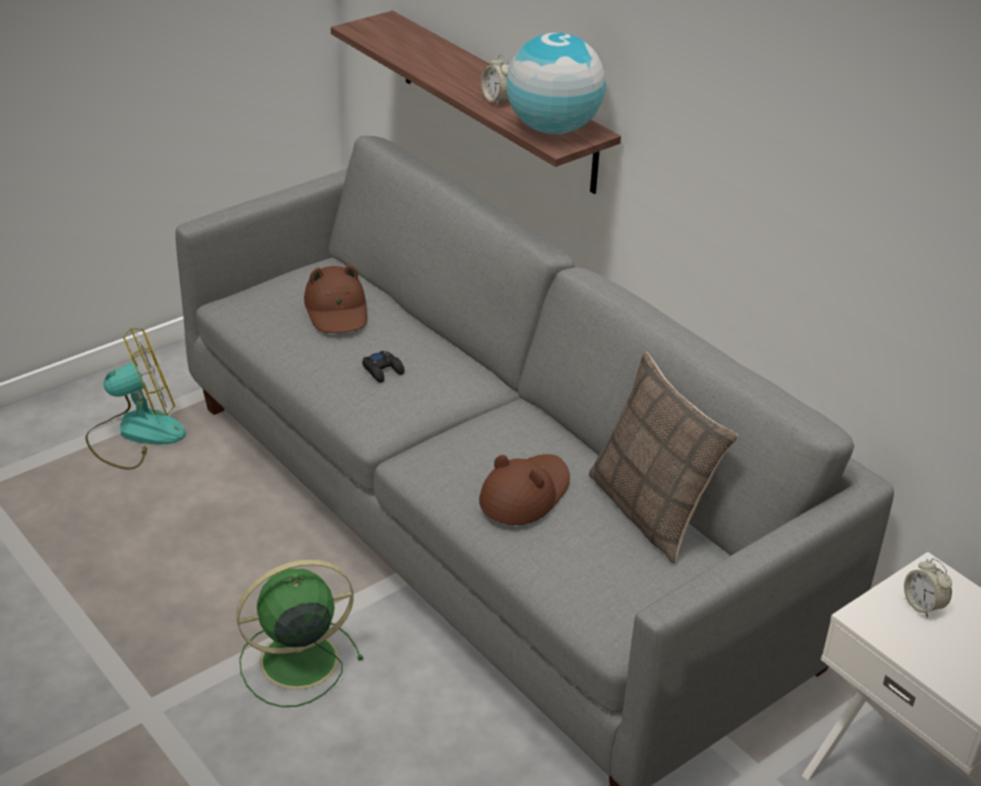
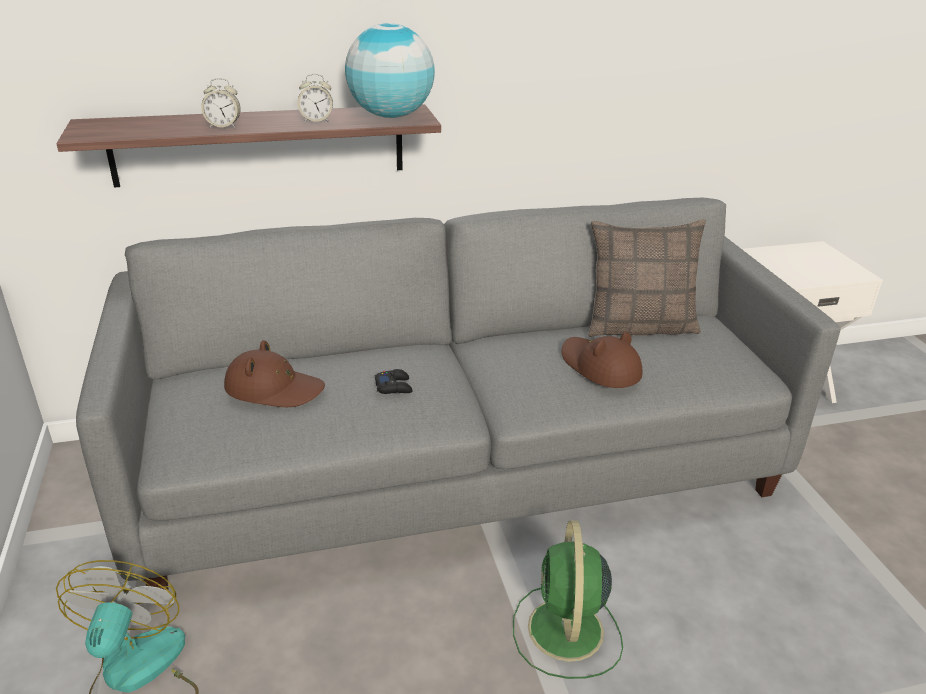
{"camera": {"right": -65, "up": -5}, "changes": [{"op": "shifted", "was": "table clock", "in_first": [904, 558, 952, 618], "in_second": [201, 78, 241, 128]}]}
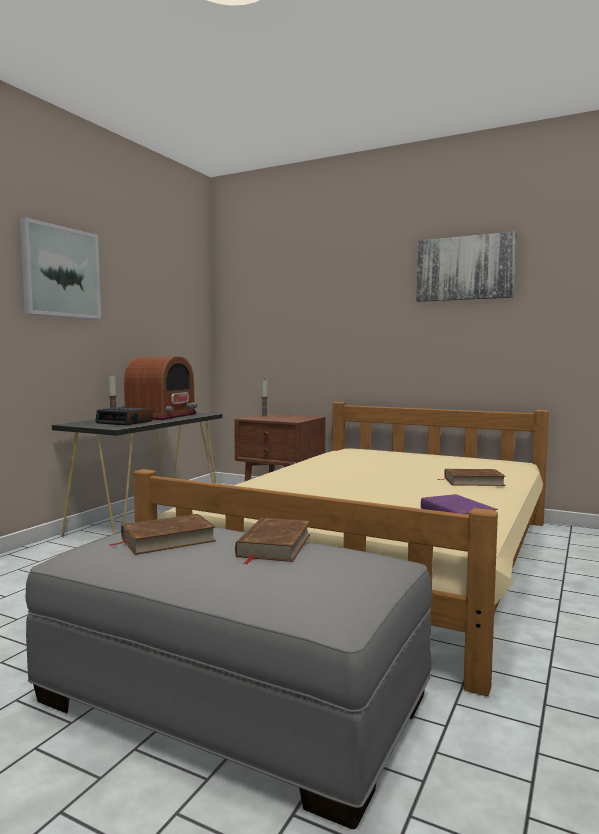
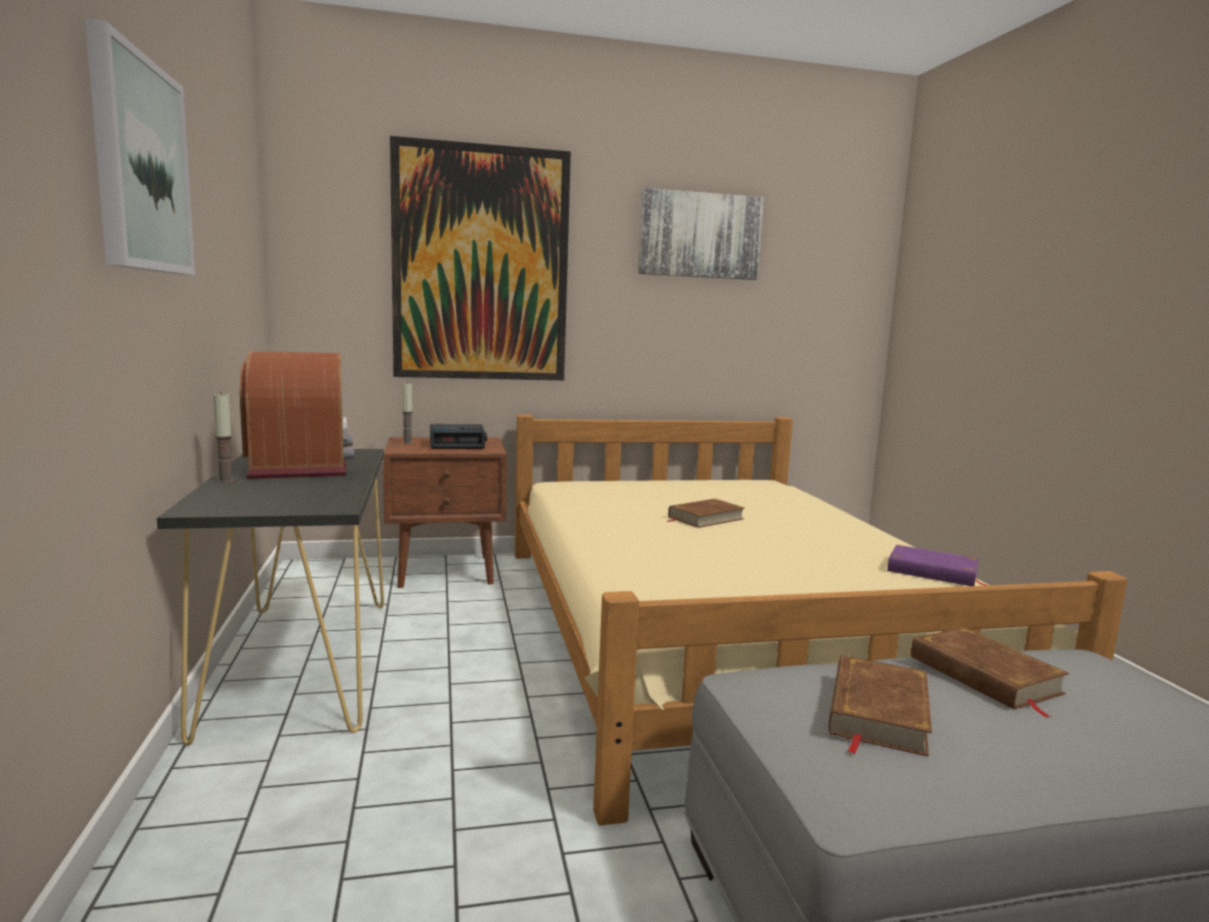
{"camera": {"right": -40, "up": 5}, "changes": [{"op": "new", "now": "wall picture", "in_second": [390, 136, 571, 380]}, {"op": "shifted", "was": "table clock", "in_first": [95, 407, 153, 425], "in_second": [430, 424, 487, 449]}, {"op": "shifted", "was": "bound book (brown)", "in_first": [437, 469, 506, 486], "in_second": [667, 499, 744, 528]}]}
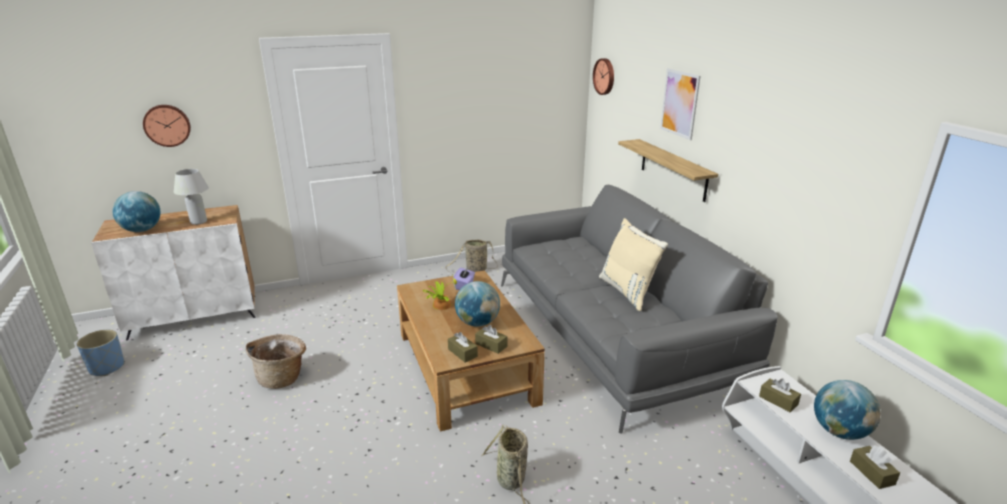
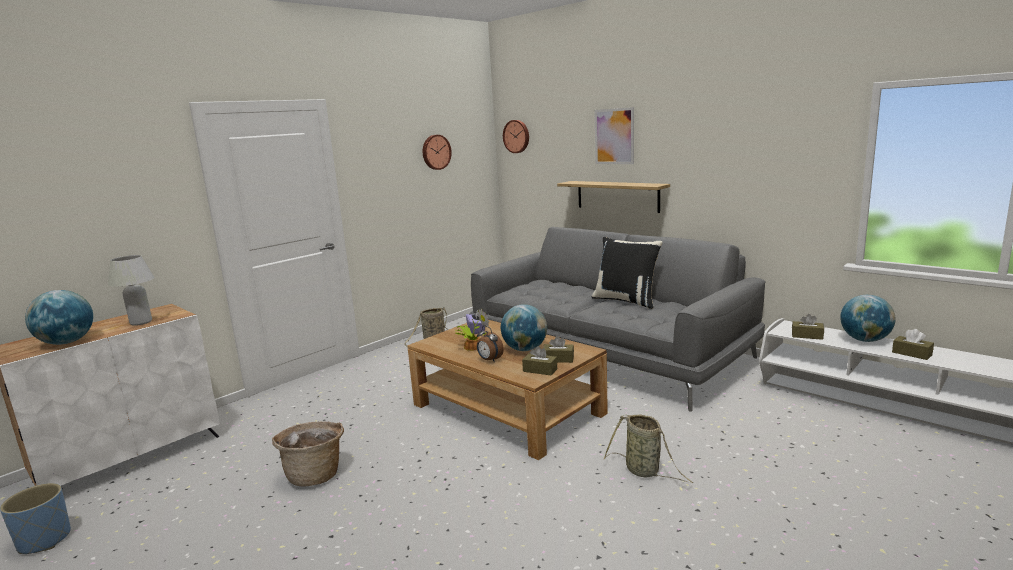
{"camera": {"right": -25, "up": -10}, "changes": [{"op": "shifted", "was": "clock on the wall", "in_first": [143, 105, 191, 147], "in_second": [423, 135, 452, 170]}, {"op": "new", "now": "table clock", "in_second": [477, 325, 504, 362]}, {"op": "repainted", "was": "throw pillow (beige-coloured)", "now": "throw pillow (black)", "in_first": [599, 218, 668, 311], "in_second": [591, 237, 663, 309]}]}
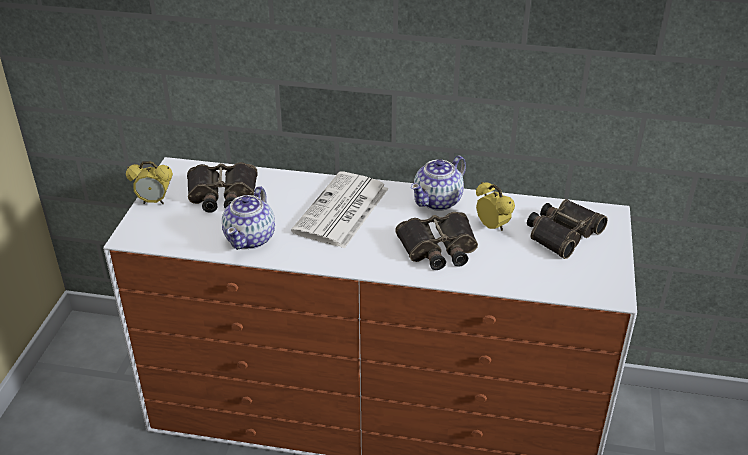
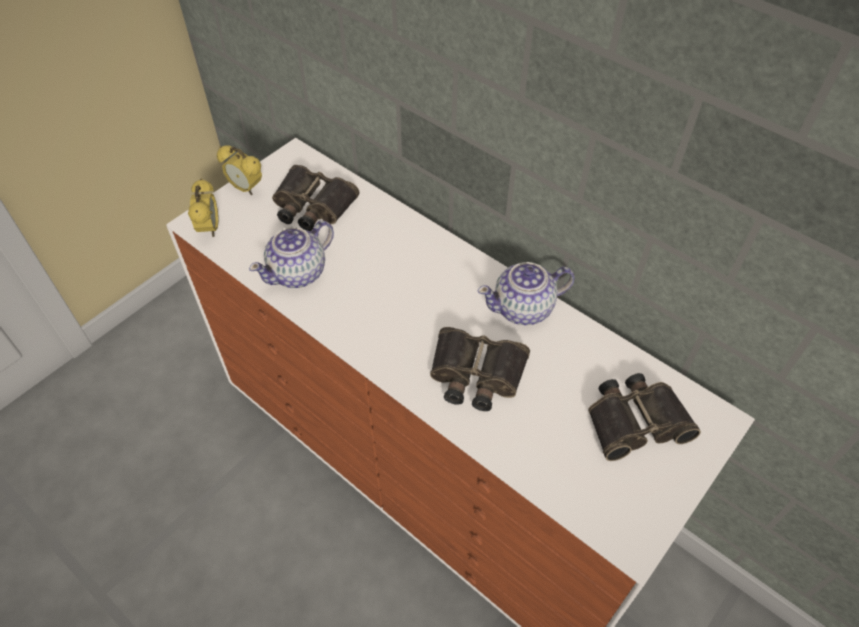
{"camera": {"right": 30, "up": 15}, "changes": [{"op": "shifted", "was": "table clock", "in_first": [476, 182, 515, 231], "in_second": [188, 179, 218, 237]}, {"op": "gone", "was": "daily paper", "in_first": [291, 171, 389, 249]}]}
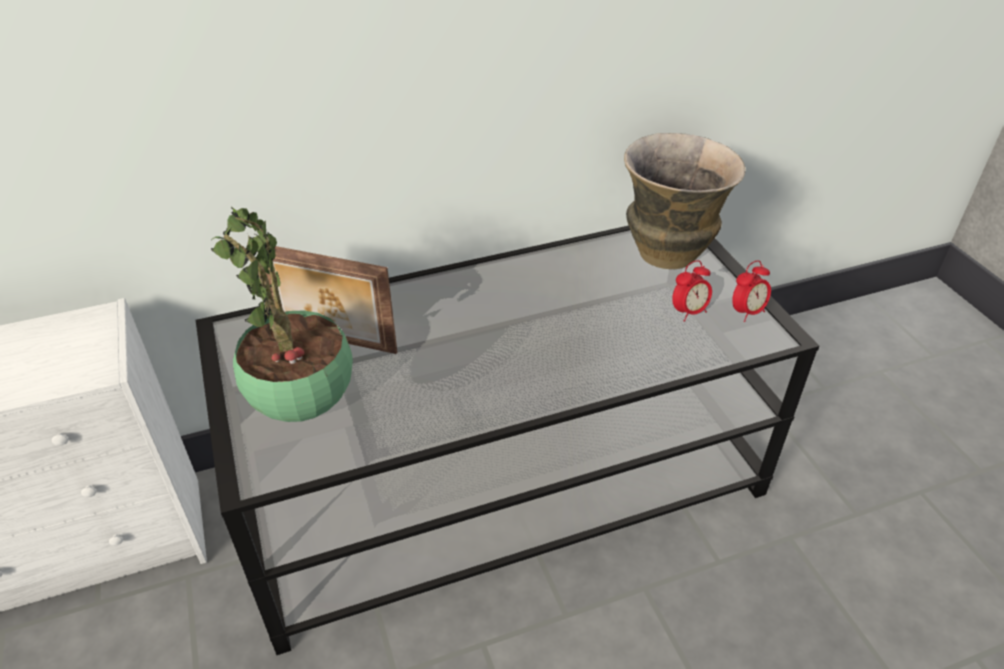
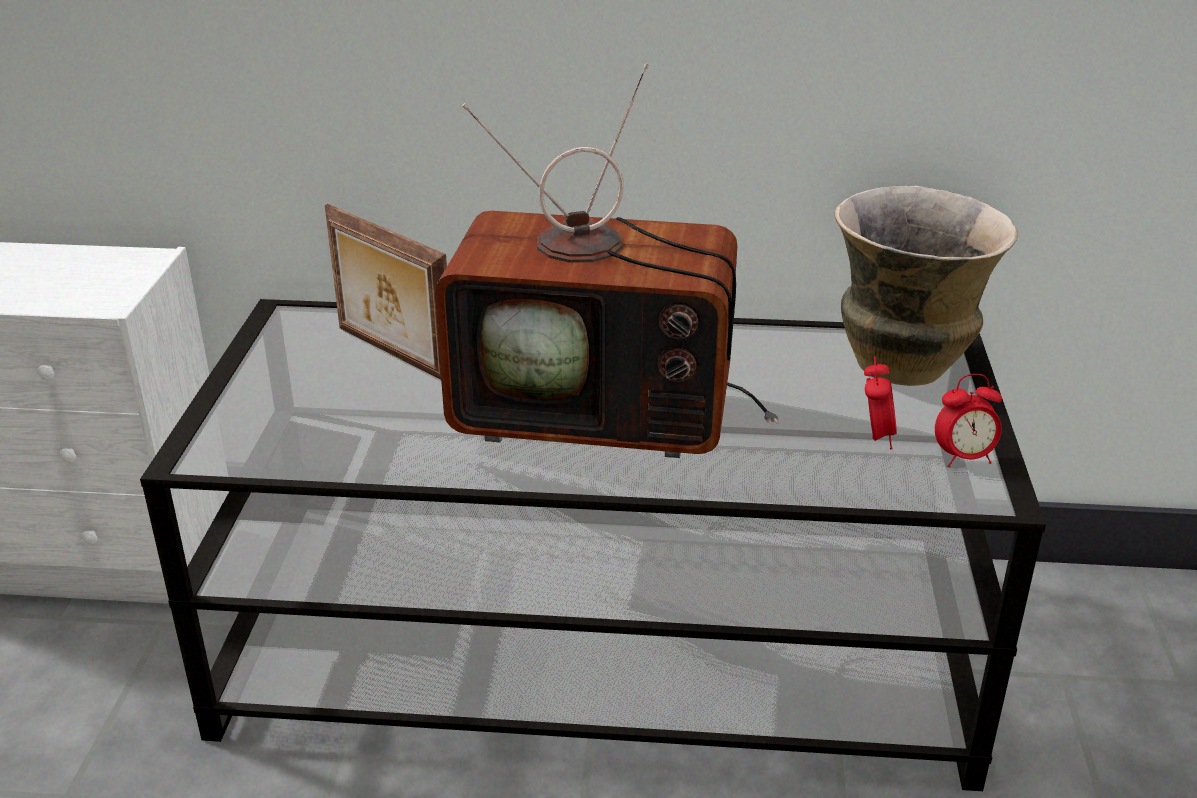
{"camera": {"right": 25, "up": -10}, "changes": [{"op": "new", "now": "television", "in_second": [435, 63, 779, 458]}, {"op": "rotated", "was": "table clock", "in_first": [672, 260, 712, 322], "in_second": [864, 356, 897, 449], "clockwise": -75}, {"op": "gone", "was": "plant in a pot", "in_first": [211, 207, 353, 422]}]}
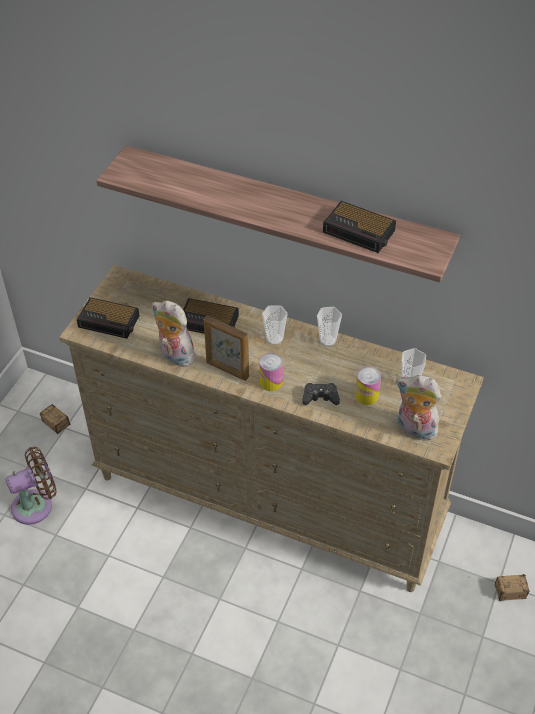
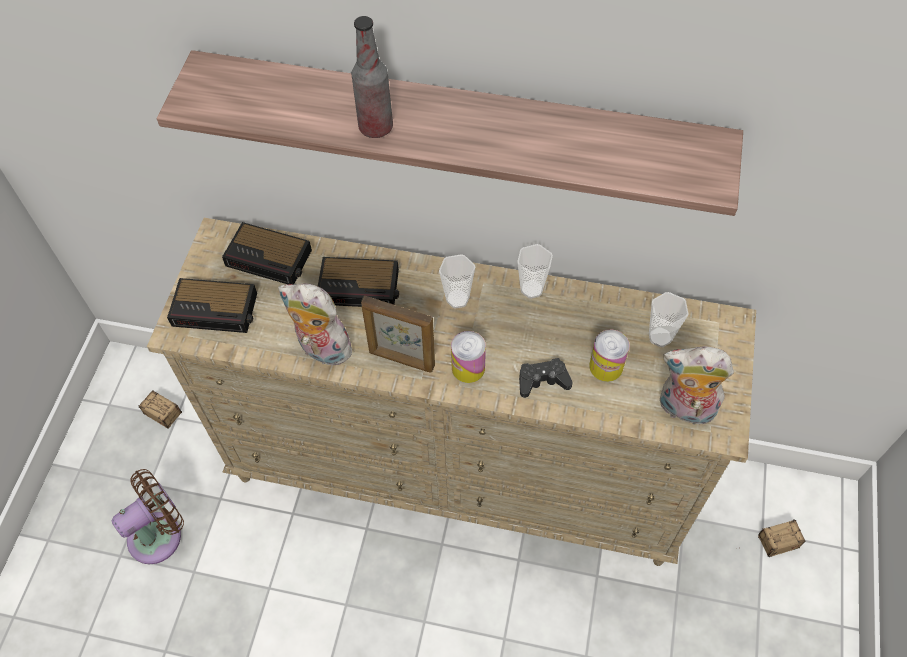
{"camera": {"right": -10, "up": 10}, "changes": [{"op": "shifted", "was": "table clock", "in_first": [323, 201, 396, 253], "in_second": [222, 222, 312, 284]}, {"op": "new", "now": "bottle", "in_second": [351, 16, 393, 138]}]}
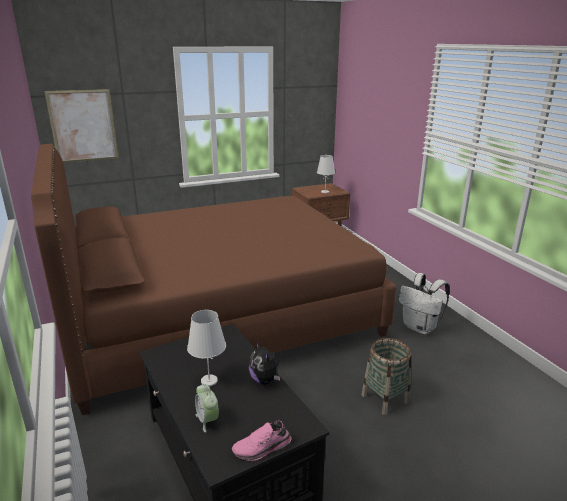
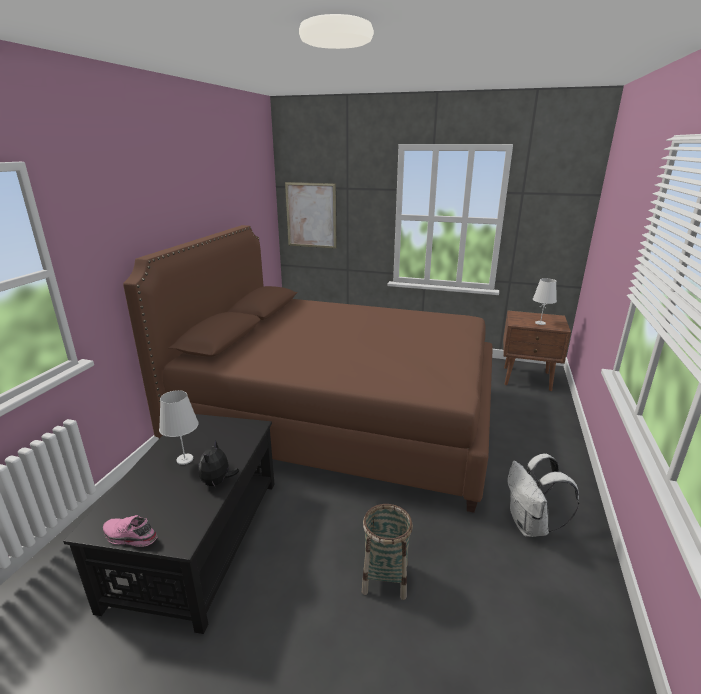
{"camera": {"right": 40, "up": 0}, "changes": [{"op": "gone", "was": "table clock", "in_first": [195, 384, 219, 433]}]}
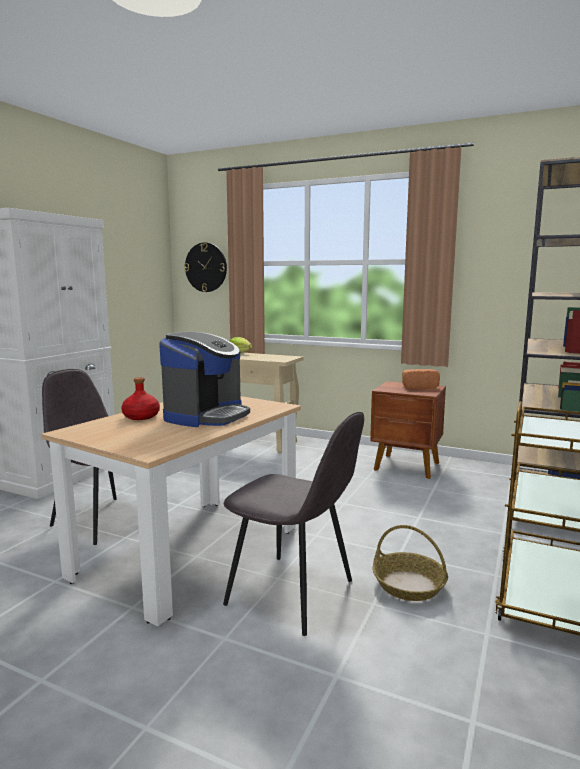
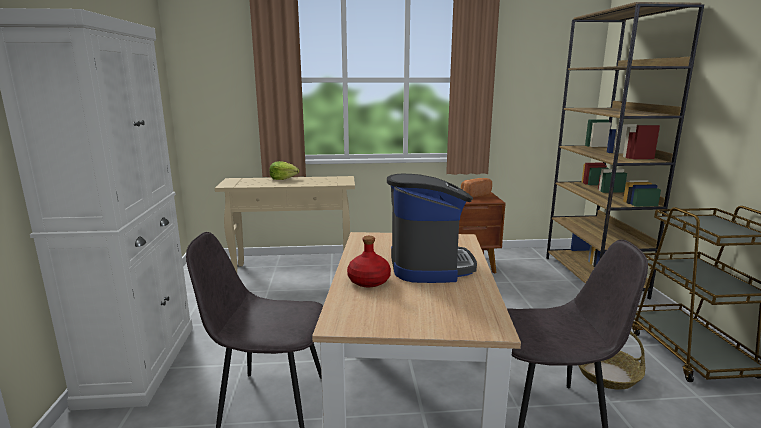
{"camera": {"right": -30, "up": 5}, "changes": [{"op": "gone", "was": "clock on the wall", "in_first": [184, 242, 227, 292]}]}
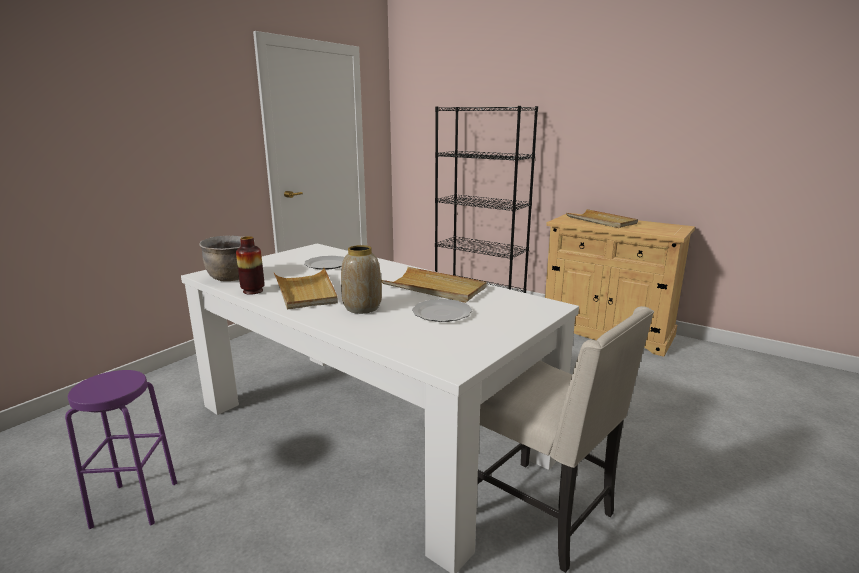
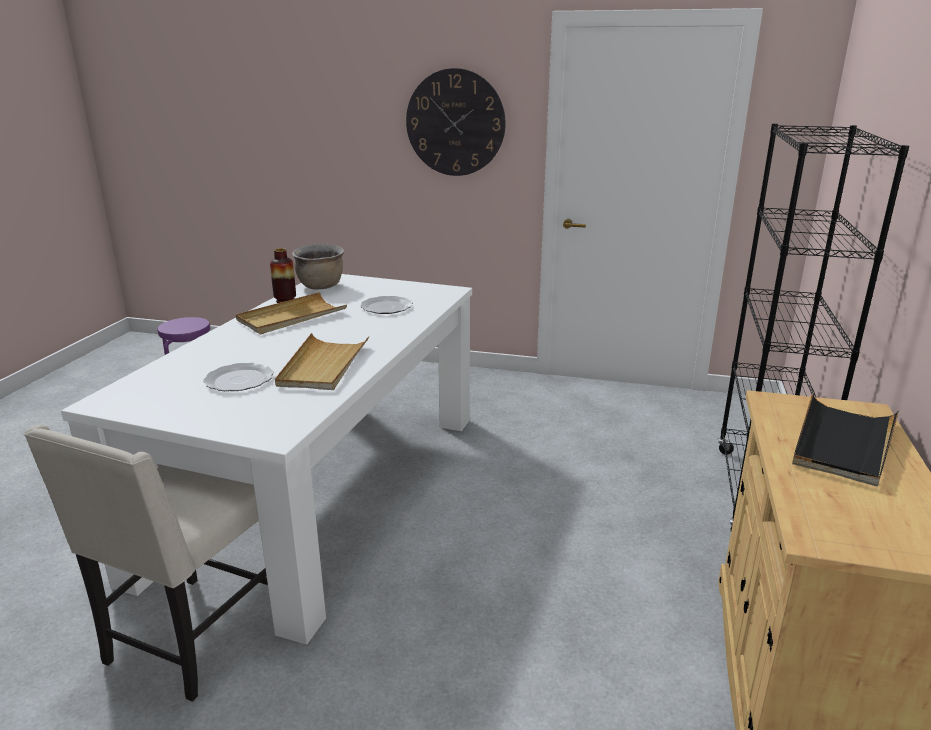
{"camera": {"right": 70, "up": 5}, "changes": [{"op": "new", "now": "clock on the wall", "in_second": [406, 68, 506, 176]}, {"op": "repainted", "was": "serving tray (beige-coloured)", "now": "serving tray (black)", "in_first": [566, 209, 638, 228], "in_second": [792, 393, 899, 487]}, {"op": "gone", "was": "decorative vase", "in_first": [341, 245, 382, 314]}]}
